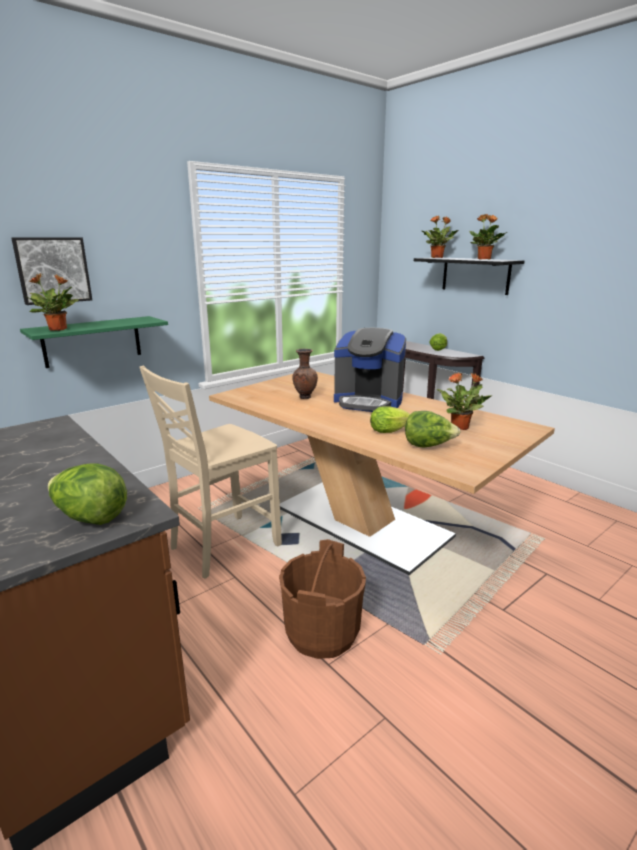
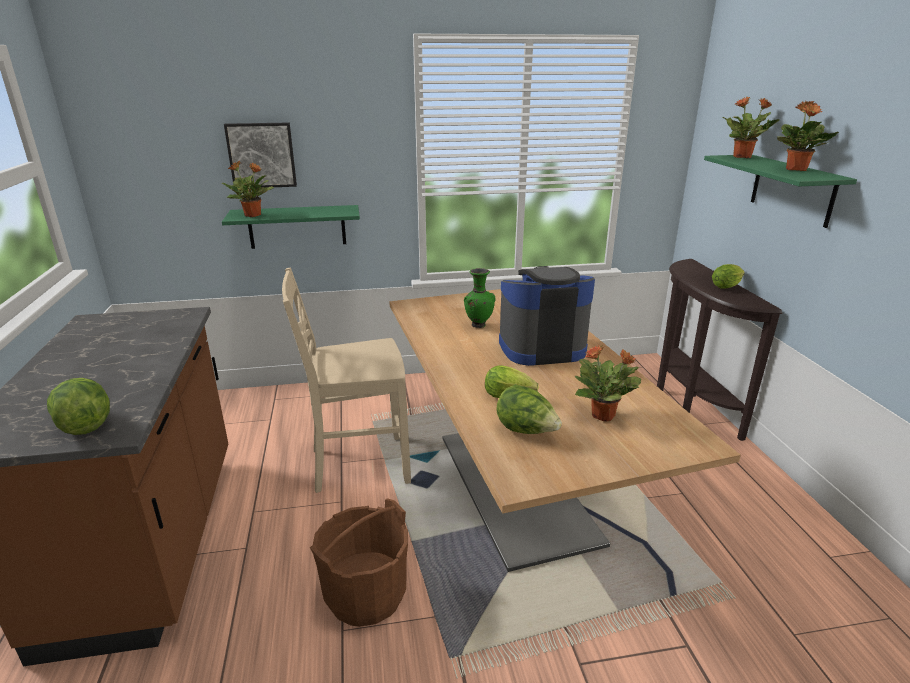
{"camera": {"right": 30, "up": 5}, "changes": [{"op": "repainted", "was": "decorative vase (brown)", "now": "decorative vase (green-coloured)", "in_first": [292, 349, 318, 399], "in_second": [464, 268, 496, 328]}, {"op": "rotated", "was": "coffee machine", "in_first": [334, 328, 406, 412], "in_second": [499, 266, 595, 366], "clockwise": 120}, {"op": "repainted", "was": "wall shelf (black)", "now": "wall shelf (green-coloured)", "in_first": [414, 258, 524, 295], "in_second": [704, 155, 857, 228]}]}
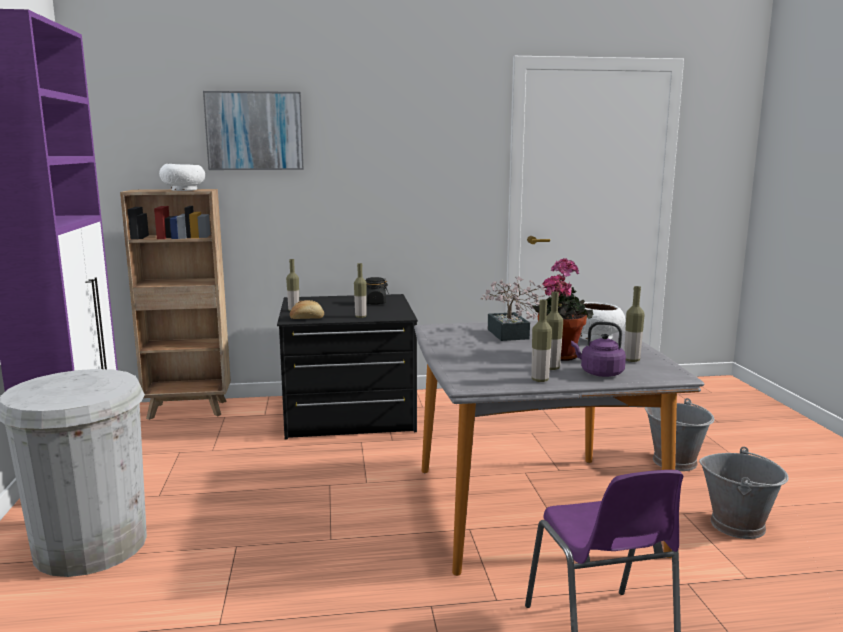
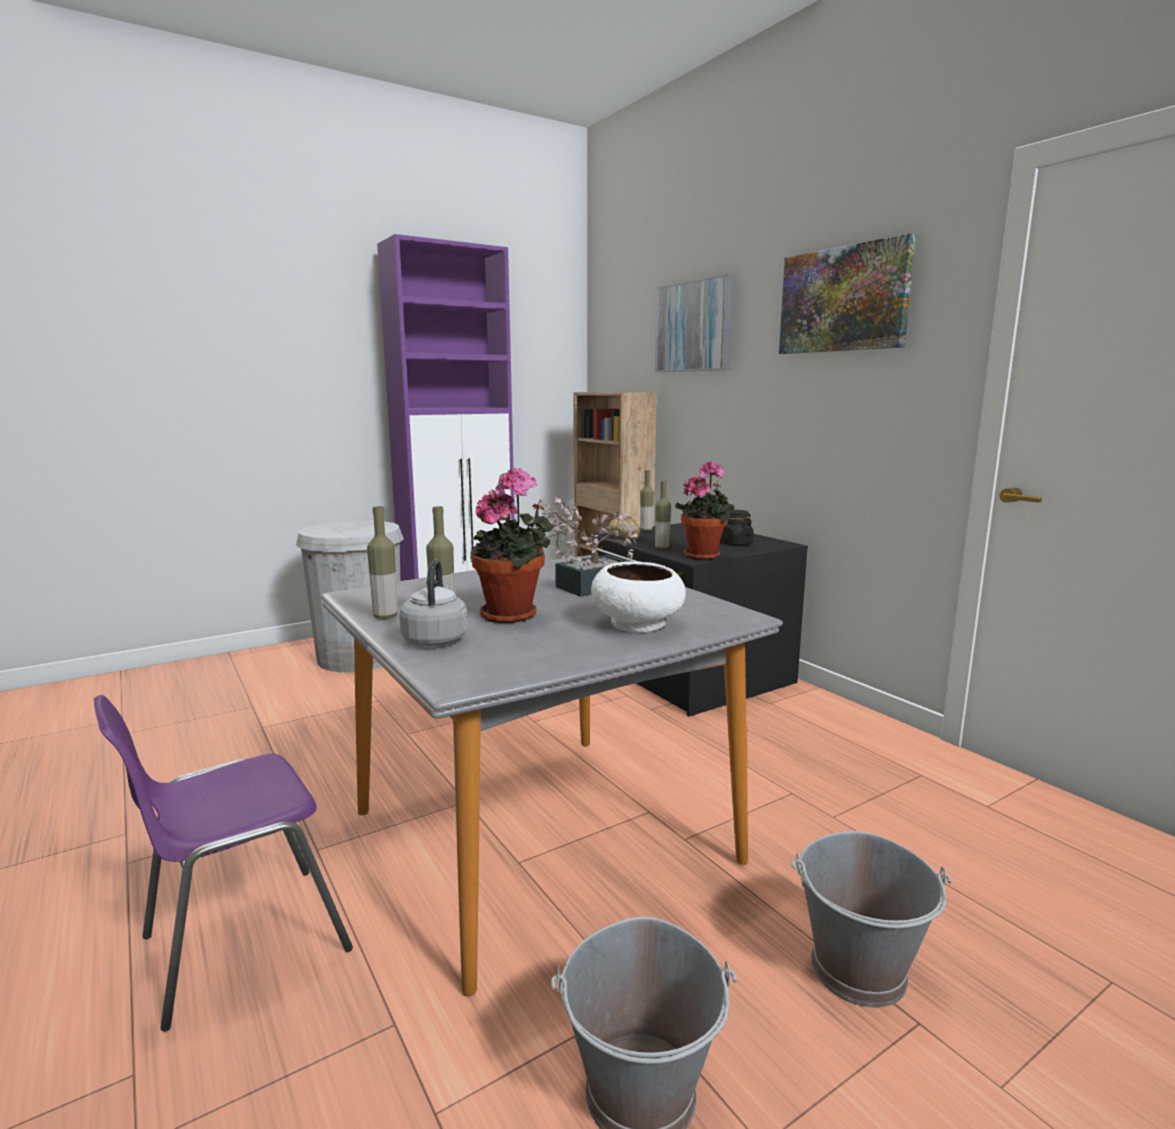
{"camera": {"right": 65, "up": 0}, "changes": [{"op": "repainted", "was": "kettle (purple-coloured)", "now": "kettle (gray)", "in_first": [571, 322, 626, 377], "in_second": [399, 559, 467, 646]}, {"op": "new", "now": "plant in a pot", "in_second": [675, 461, 734, 560]}, {"op": "new", "now": "wall picture", "in_second": [779, 233, 916, 354]}, {"op": "gone", "was": "serving bowl (whitish)", "in_first": [159, 164, 205, 191]}, {"op": "gone", "was": "bottle", "in_first": [624, 286, 645, 362]}]}
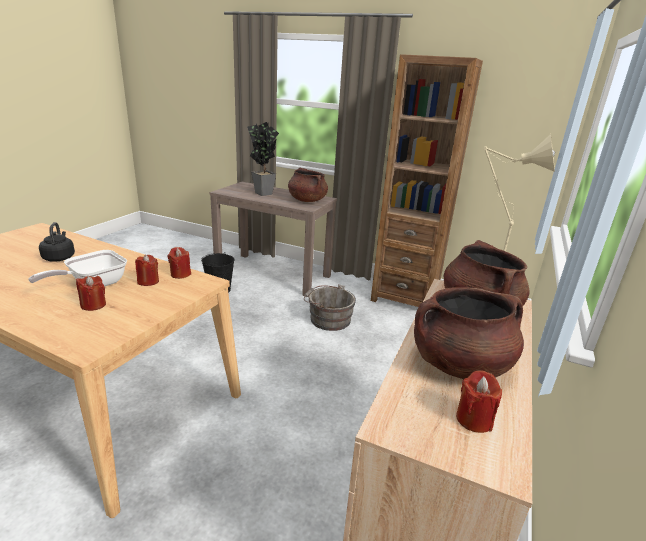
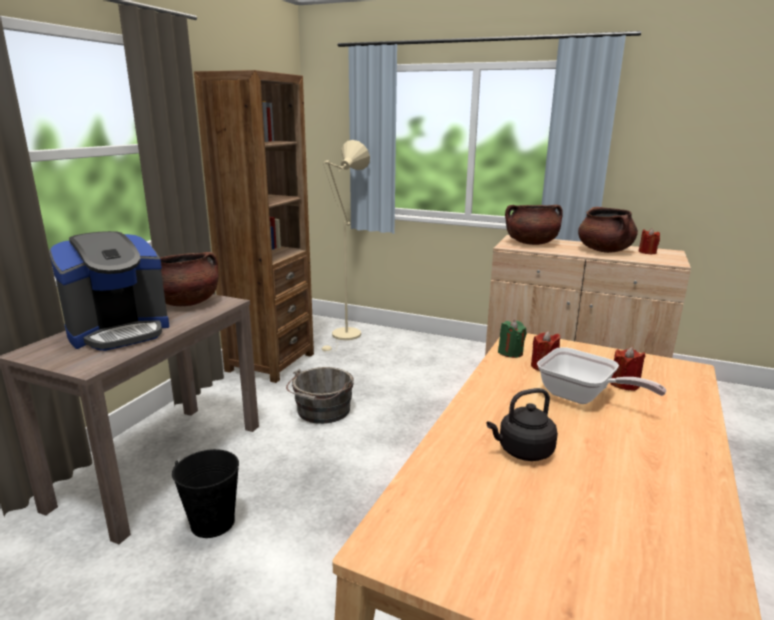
{"camera": {"right": -90, "up": -5}, "changes": [{"op": "swapped", "was": "plant in a pot", "now": "coffee machine", "in_first": [247, 122, 279, 196], "in_second": [49, 231, 169, 351]}, {"op": "repainted", "was": "wax light (red-coloured)", "now": "wax light (green-coloured)", "in_first": [168, 247, 191, 279], "in_second": [498, 320, 527, 358]}]}
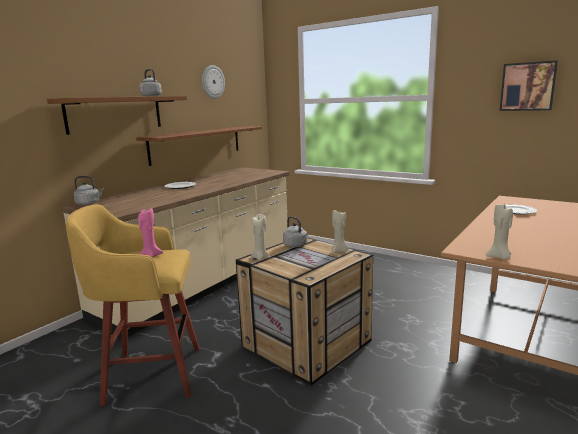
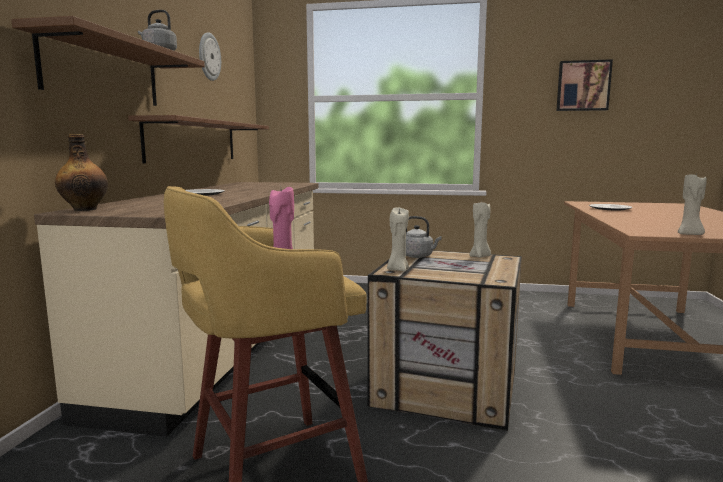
{"camera": {"right": -25, "up": -5}, "changes": [{"op": "swapped", "was": "kettle (gray)", "now": "bottle", "in_first": [73, 176, 104, 205], "in_second": [55, 134, 108, 211]}]}
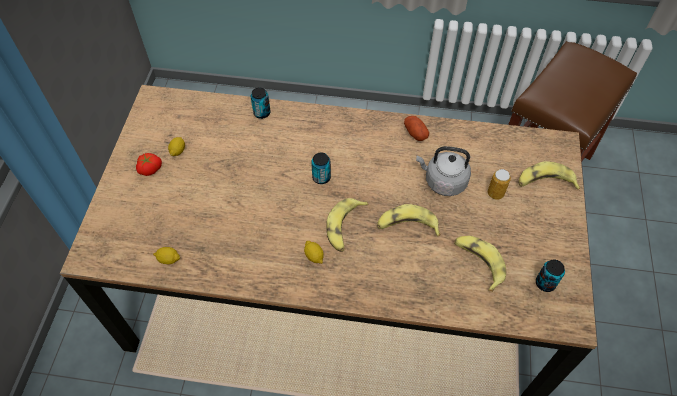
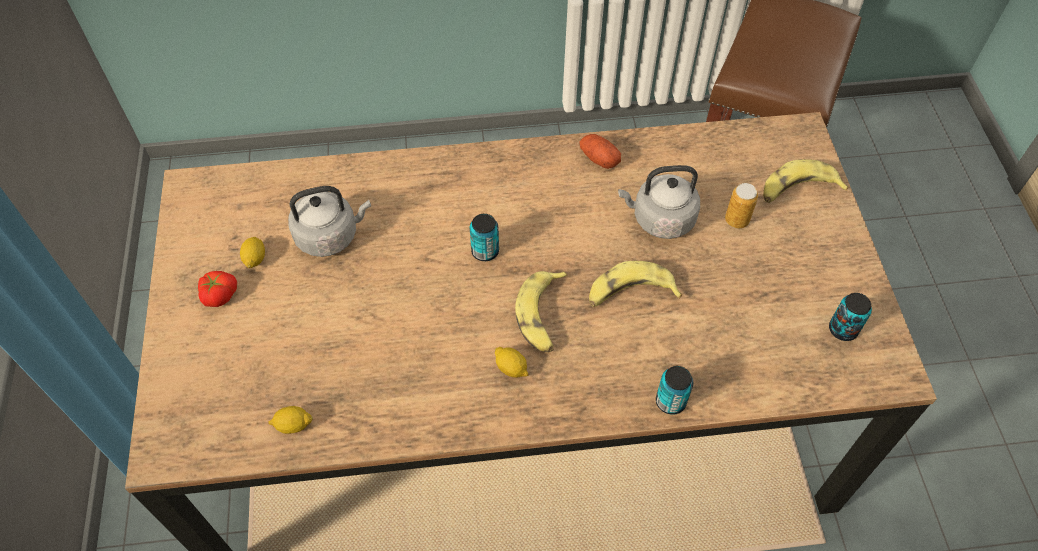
{"camera": {"right": -15, "up": 0}, "changes": [{"op": "new", "now": "kettle (gray)", "in_second": [288, 186, 371, 257]}, {"op": "shifted", "was": "metal can", "in_first": [251, 88, 271, 119], "in_second": [656, 366, 693, 415]}, {"op": "gone", "was": "whole banana", "in_first": [454, 236, 506, 292]}]}
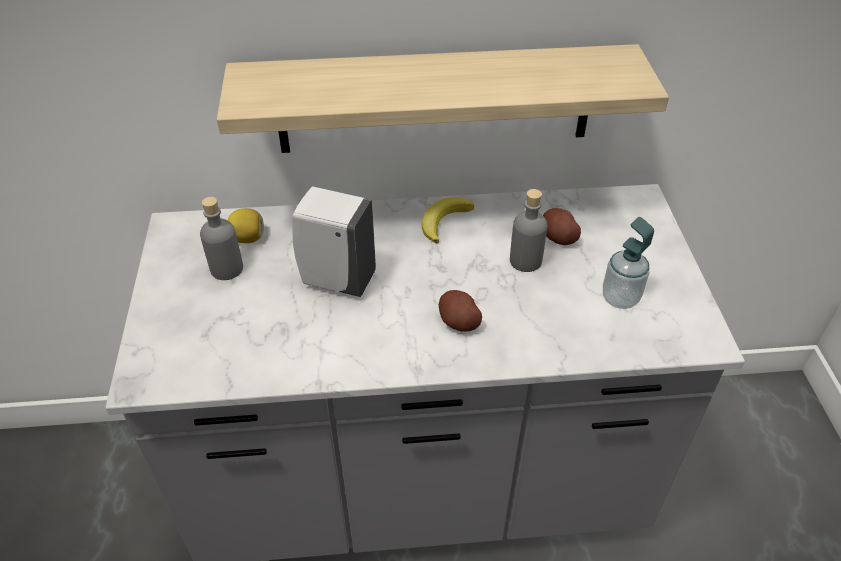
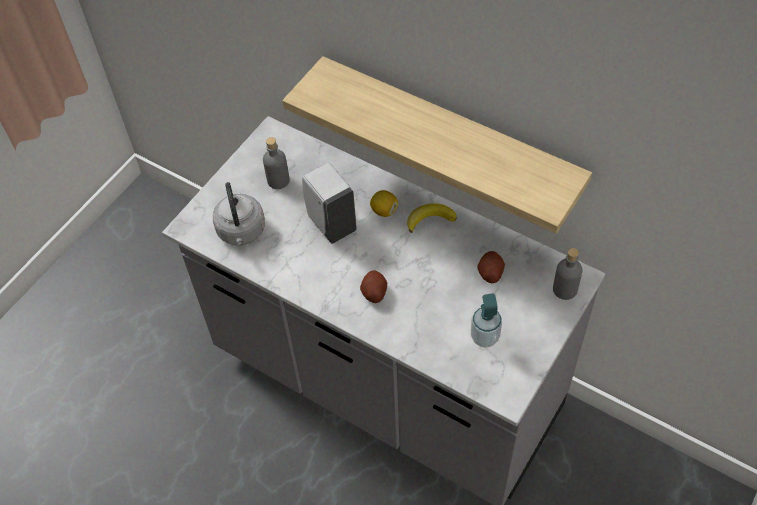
{"camera": {"right": 40, "up": 10}, "changes": [{"op": "new", "now": "kettle (gray)", "in_second": [213, 182, 265, 246]}, {"op": "shifted", "was": "lemon", "in_first": [228, 208, 264, 243], "in_second": [370, 190, 398, 217]}, {"op": "shifted", "was": "bottle (gray)", "in_first": [510, 189, 547, 272], "in_second": [553, 248, 583, 300]}]}
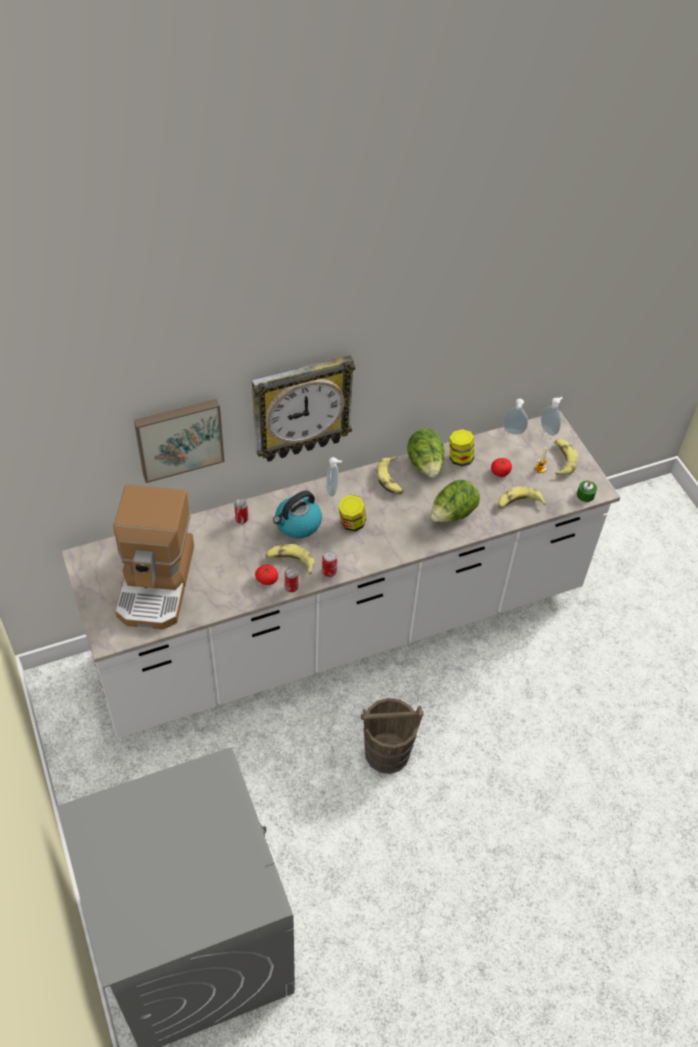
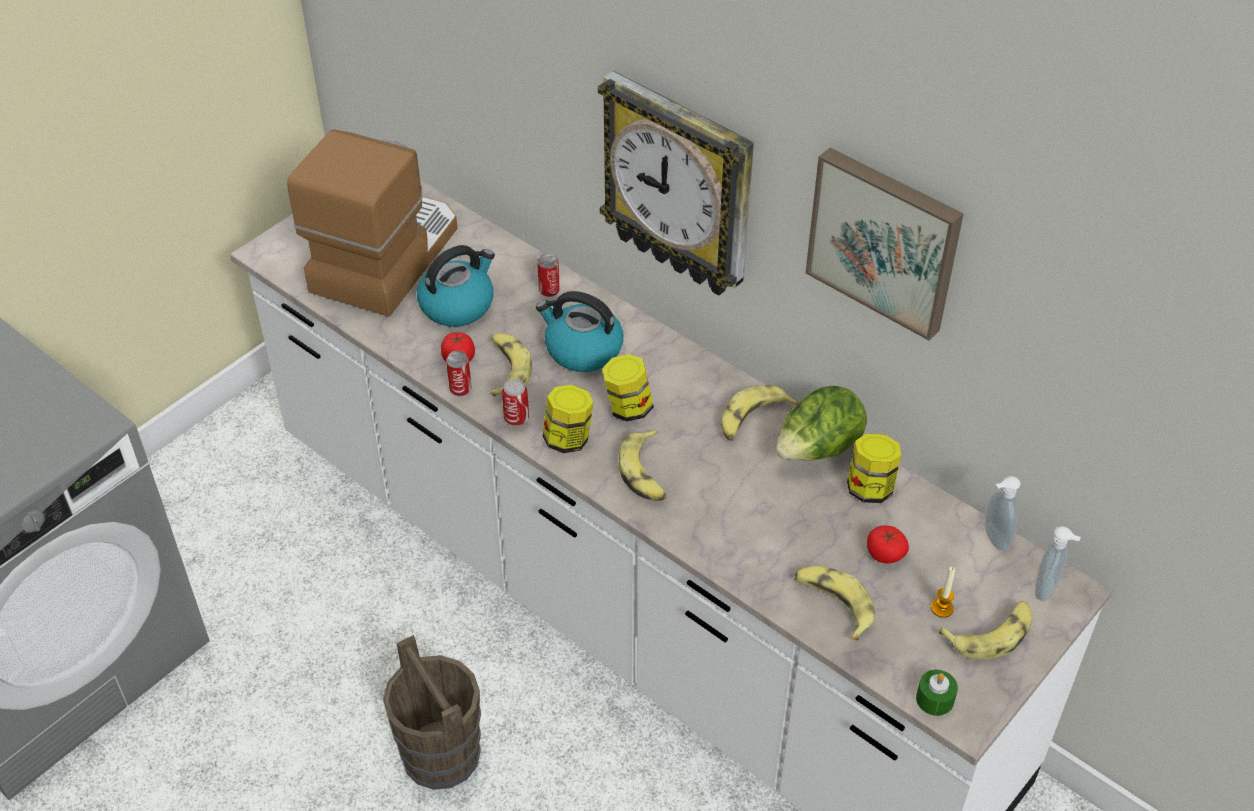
{"camera": {"right": 65, "up": -5}, "changes": [{"op": "rotated", "was": "coffee machine", "in_first": [113, 485, 194, 630], "in_second": [287, 129, 458, 317], "clockwise": 135}, {"op": "new", "now": "kettle", "in_second": [417, 245, 495, 327]}, {"op": "new", "now": "jar", "in_second": [543, 385, 593, 453]}, {"op": "new", "now": "whole banana", "in_second": [619, 429, 667, 501]}, {"op": "shifted", "was": "wall picture", "in_first": [134, 399, 224, 483], "in_second": [805, 148, 964, 341]}, {"op": "gone", "was": "soap dispenser", "in_first": [327, 457, 342, 497]}, {"op": "gone", "was": "head of lettuce", "in_first": [431, 480, 480, 522]}]}
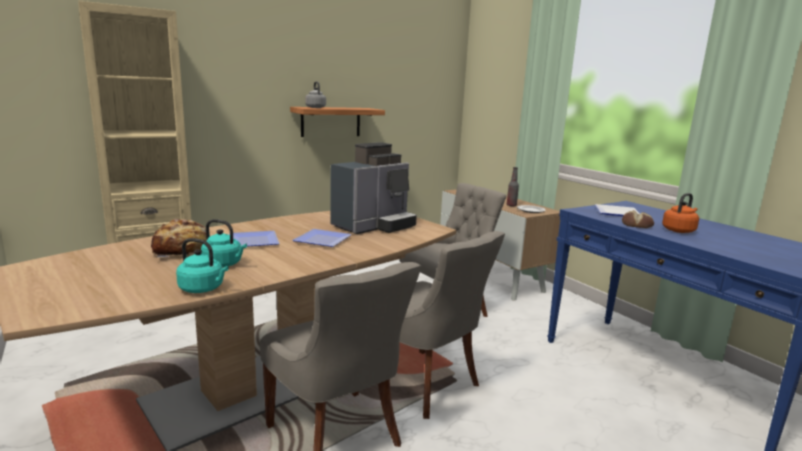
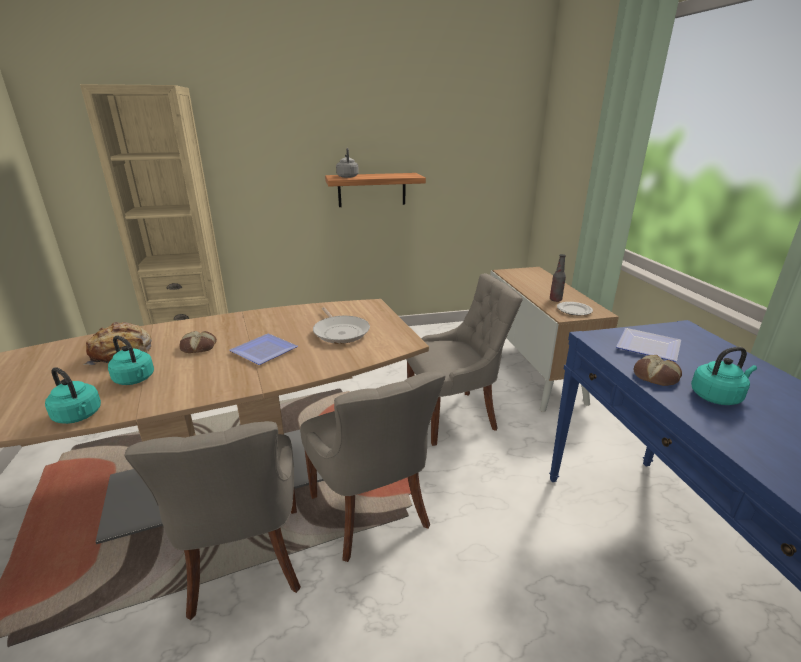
{"camera": {"right": 20, "up": 10}, "changes": [{"op": "swapped", "was": "dinner plate", "now": "baked bread", "in_first": [229, 231, 280, 246], "in_second": [180, 331, 217, 353]}, {"op": "swapped", "was": "coffee machine", "now": "pan", "in_first": [330, 142, 417, 234], "in_second": [313, 307, 370, 344]}, {"op": "repainted", "was": "kettle (orangey)", "now": "kettle (turquoise-coloured)", "in_first": [662, 193, 699, 233], "in_second": [691, 347, 757, 405]}]}
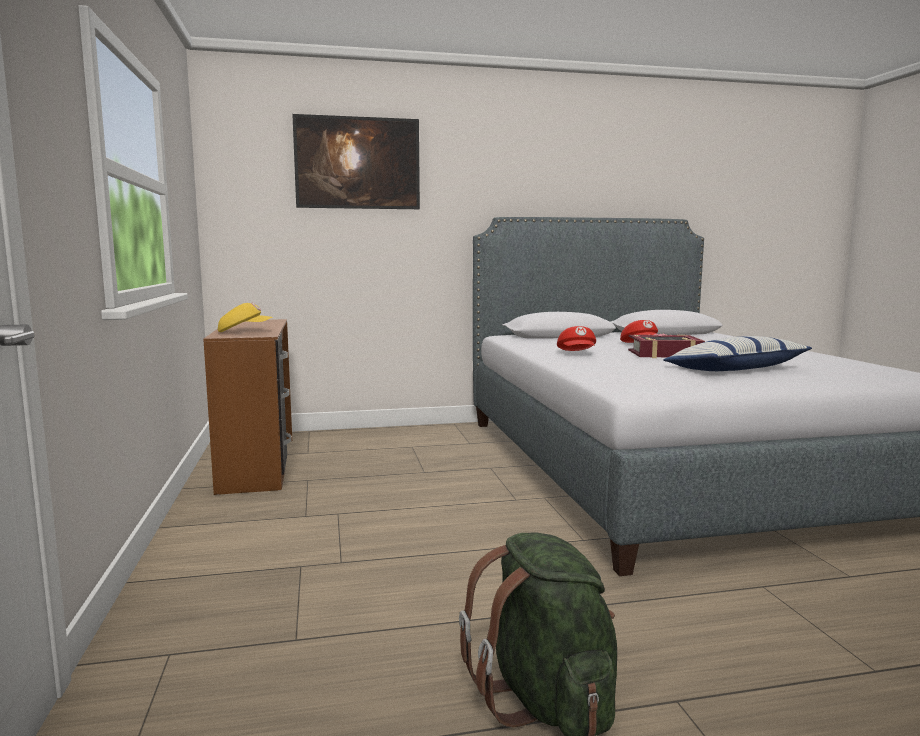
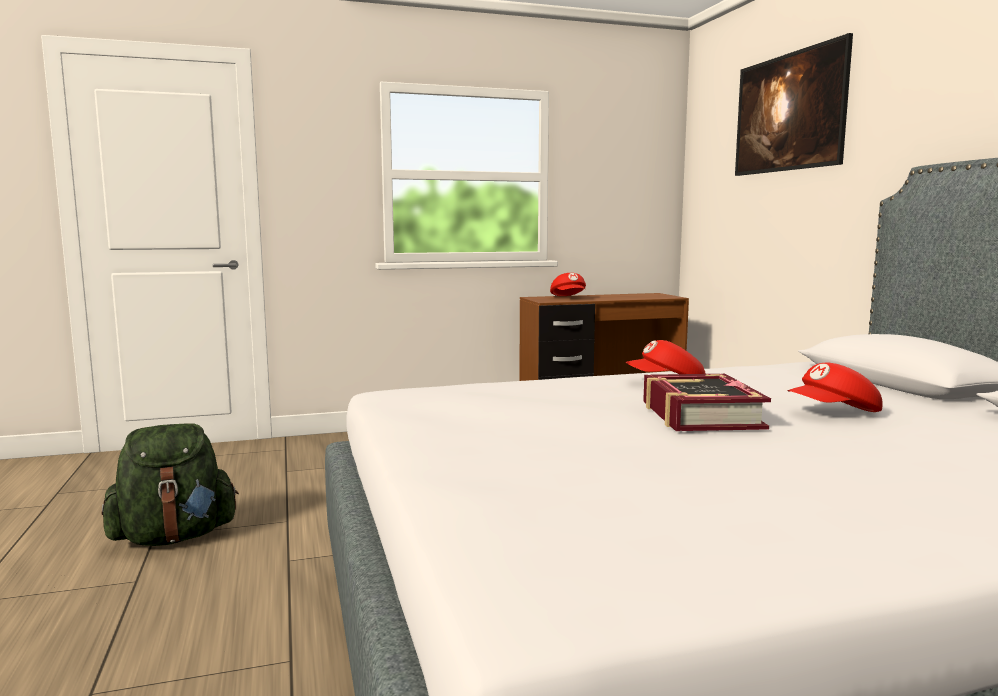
{"camera": {"right": 85, "up": 0}, "changes": [{"op": "repainted", "was": "baseball cap (yellowish)", "now": "baseball cap (red-coloured)", "in_first": [218, 303, 272, 332], "in_second": [550, 273, 586, 296]}, {"op": "gone", "was": "throw pillow", "in_first": [664, 336, 812, 371]}]}
